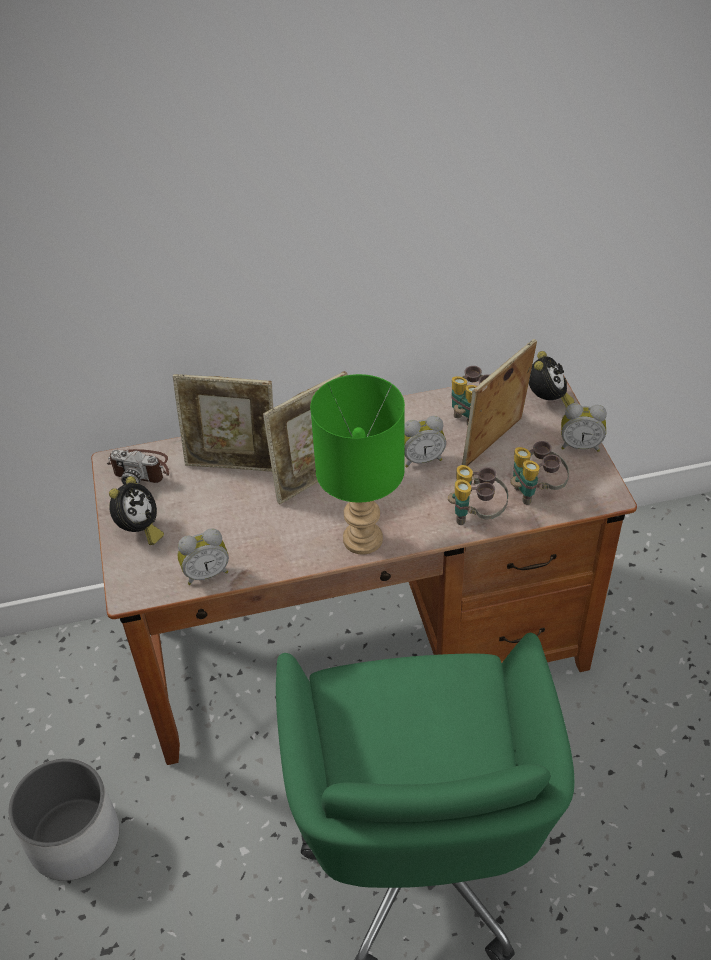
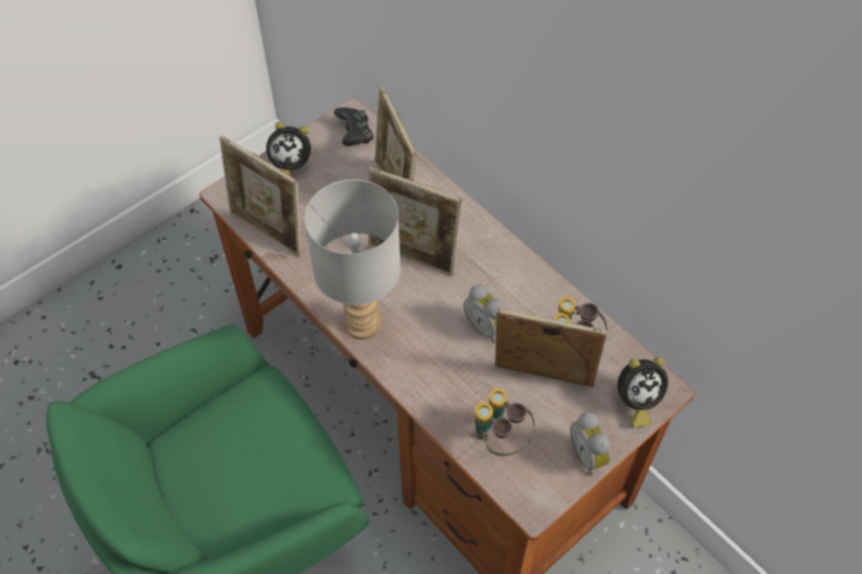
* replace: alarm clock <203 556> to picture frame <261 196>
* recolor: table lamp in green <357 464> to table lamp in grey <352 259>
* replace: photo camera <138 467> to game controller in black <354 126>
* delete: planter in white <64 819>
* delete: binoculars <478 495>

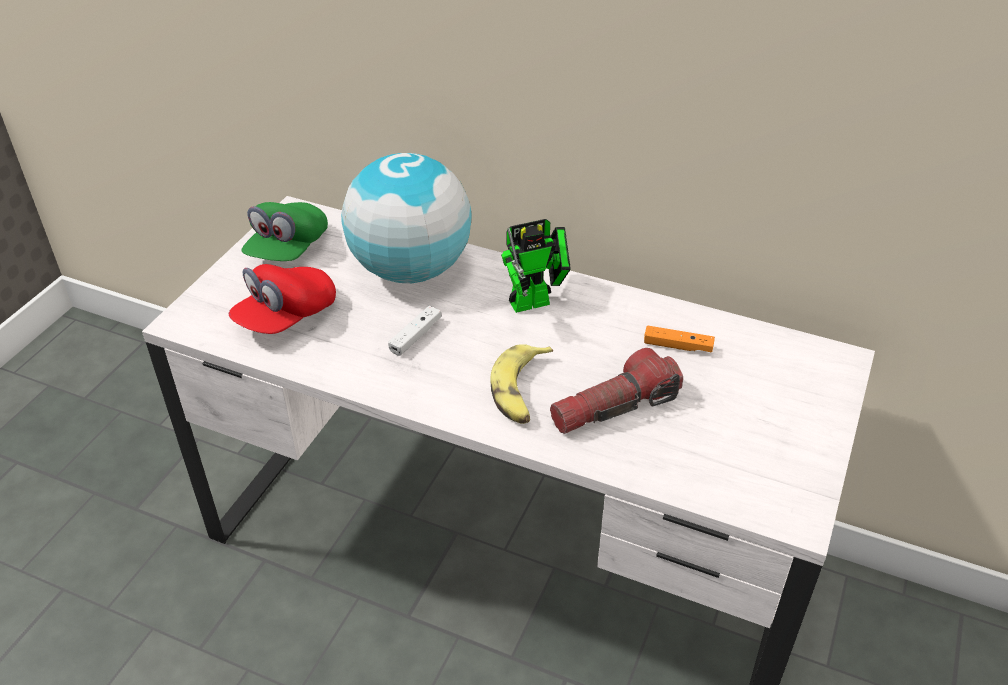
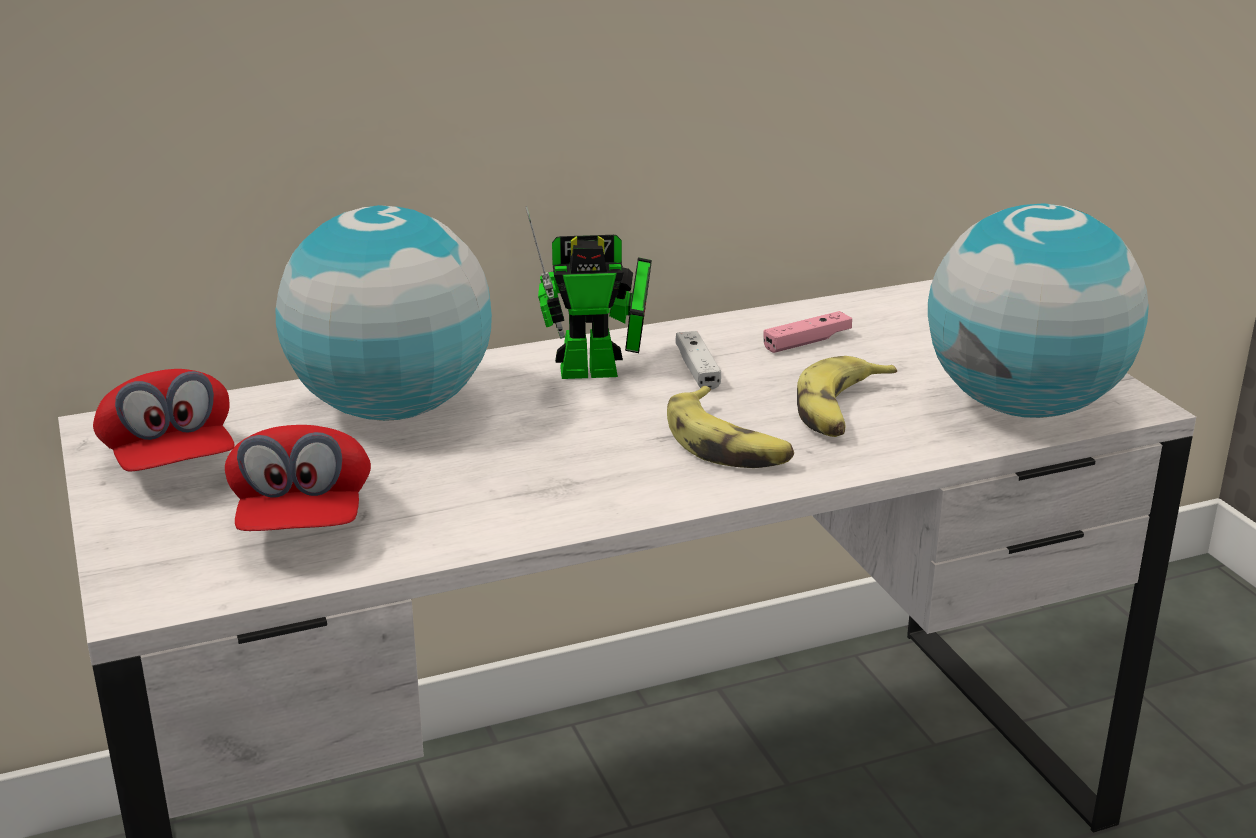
* recolor: cap in green <285 231> to cap in red <164 420>
* rotate: toy robot <536 266> = <588 292> 60 degrees clockwise
* move: game controller in white <415 331> to <698 360>
* recolor: game controller in orange <679 338> to game controller in pink <807 332>
* replace: flashlight <616 391> to banana <847 396>
* insert: globe <1038 310>

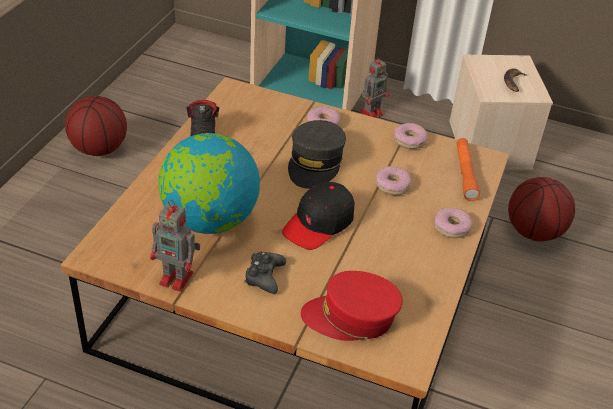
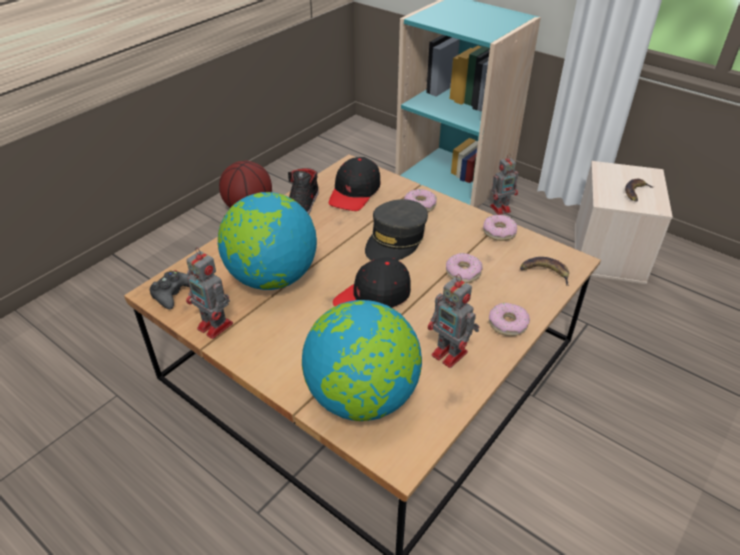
* move: game controller in black <265 272> to <170 289>
* replace: cap in red <352 306> to globe <362 360>
* insert: cap in black <354 184>
* insert: toy robot <453 321>
* replace: flashlight in orange <468 169> to banana <544 271>
* delete: basketball <541 209>

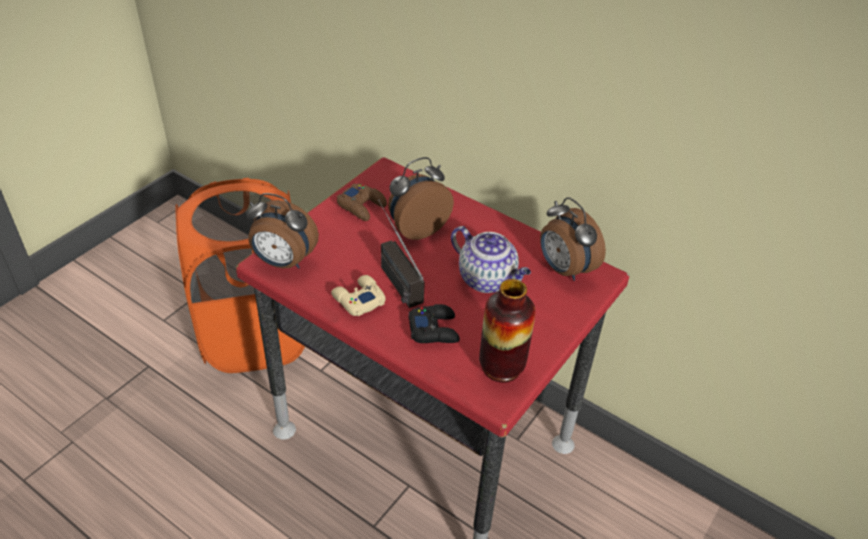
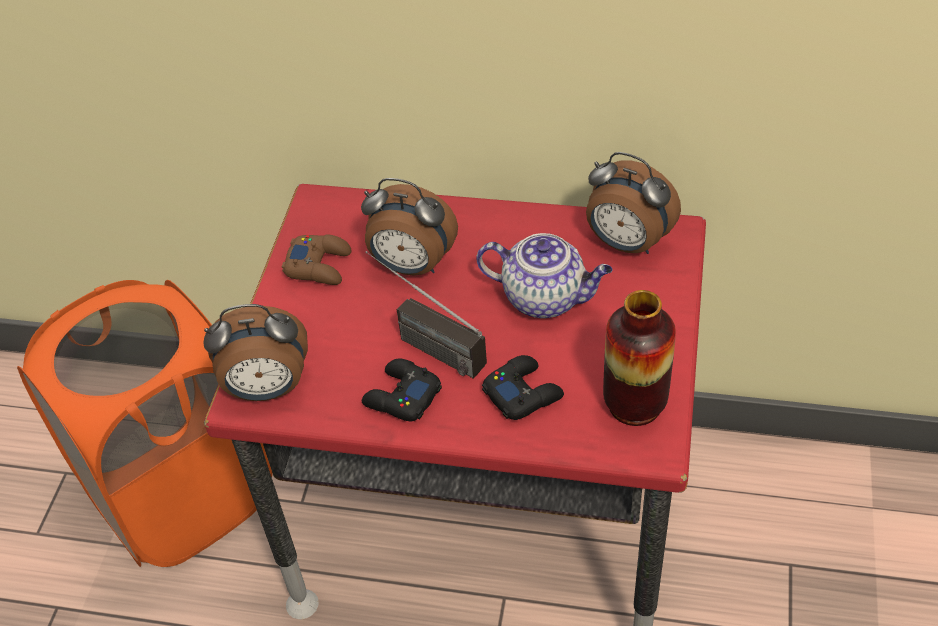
* rotate: alarm clock <421 198> = <409 227> 105 degrees counterclockwise
* recolor: game controller in beige <358 295> to game controller in black <402 390>

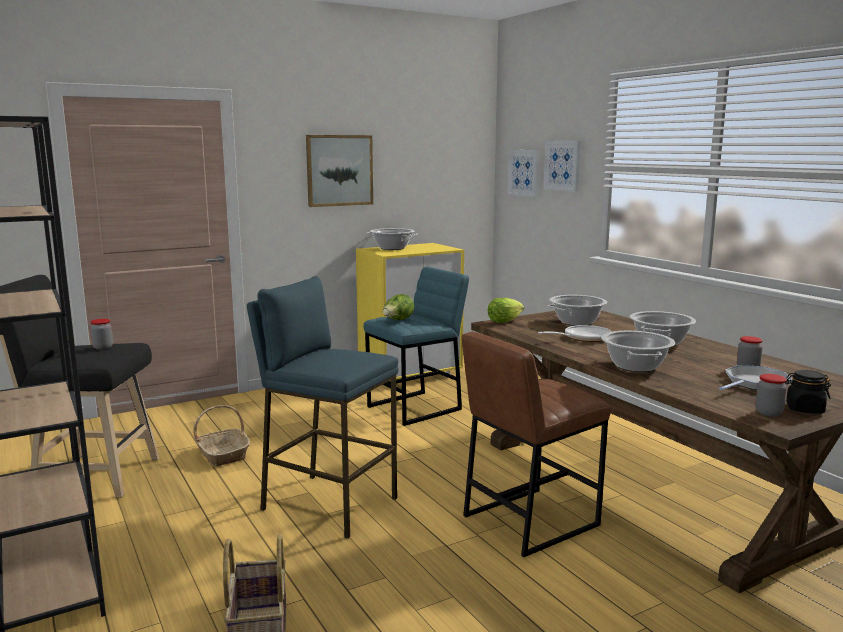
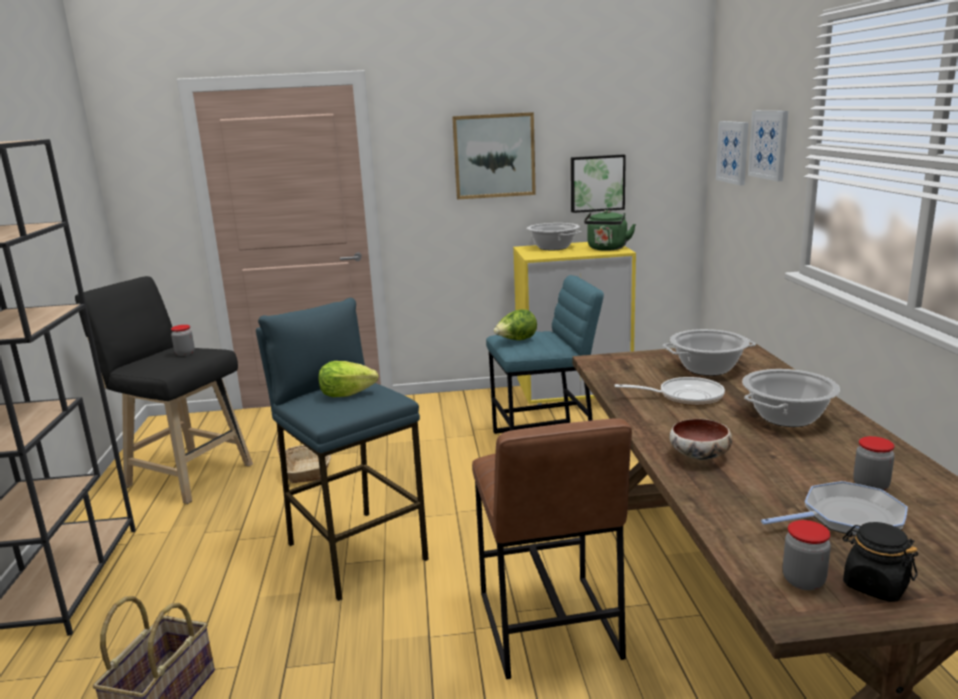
* move: lettuce <505 310> to <348 379>
* rotate: chair in brown <536 444> = <552 548> 90 degrees counterclockwise
* insert: picture <598 183>
* insert: kettle in green <610 230>
* replace: cooking pot <638 351> to bowl <701 439>

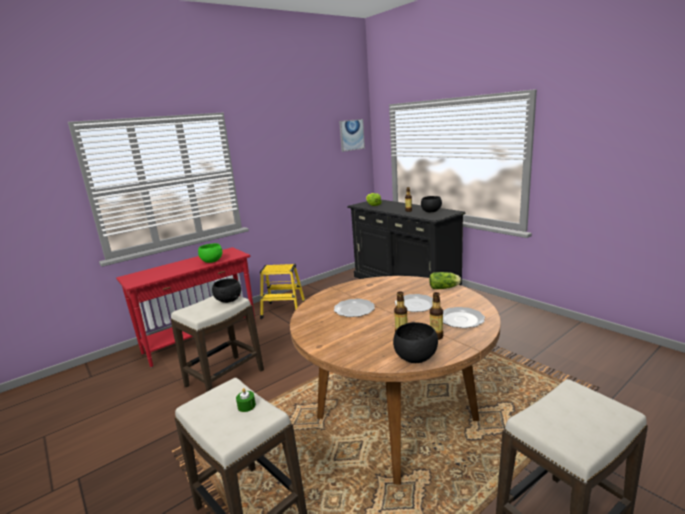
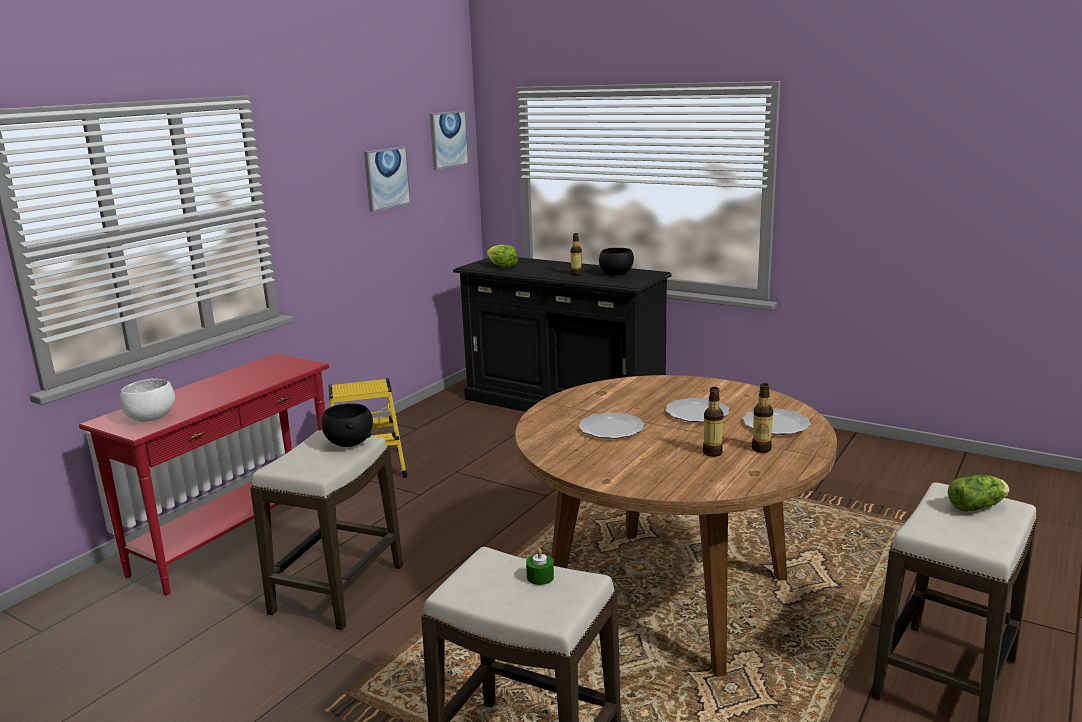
* insert: bowl in white <147 400>
* insert: picture <387 179>
* move: lettuce <445 280> to <978 493>
* delete: bowl in green <210 253>
* delete: bowl in black <415 342>

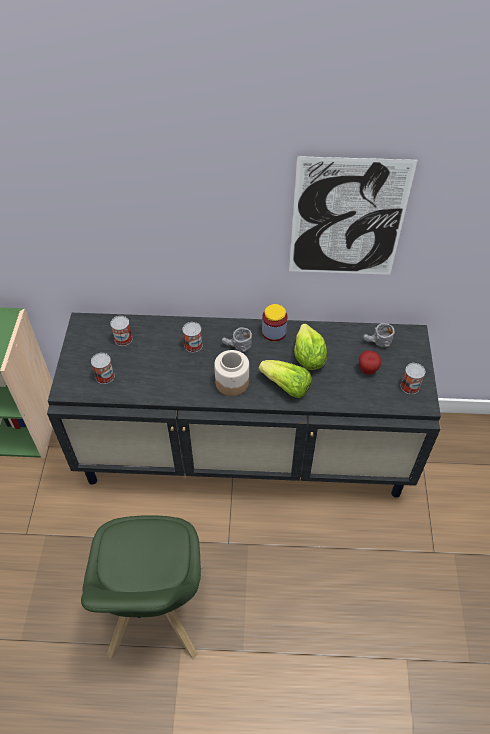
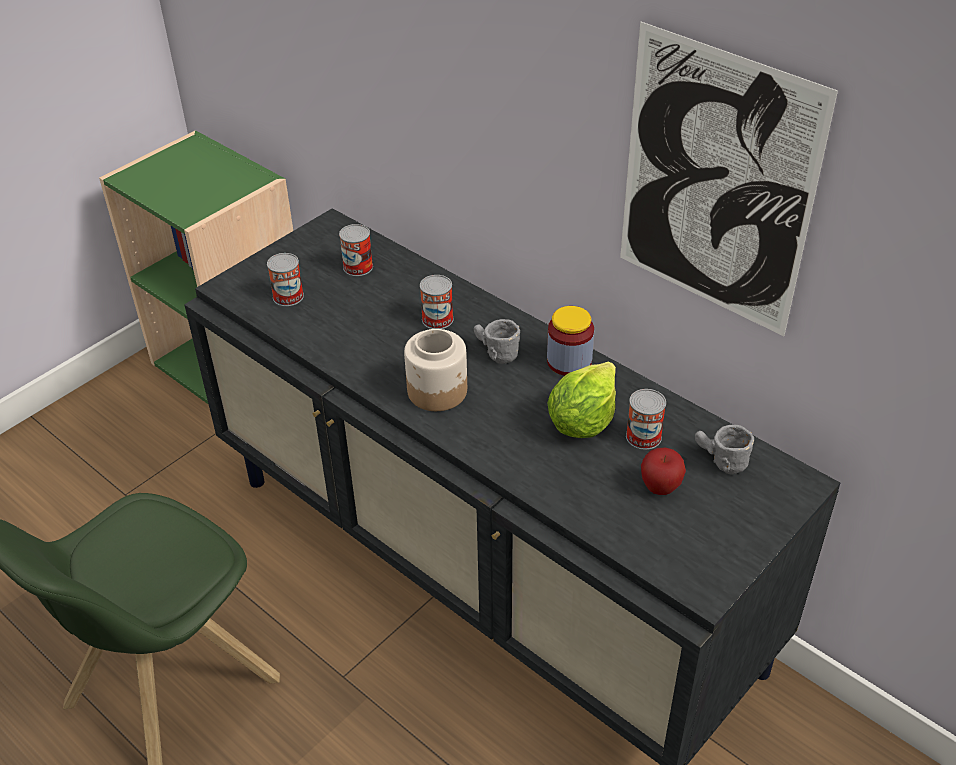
* move: can <413 378> to <646 419>
* delete: lettuce <285 379>

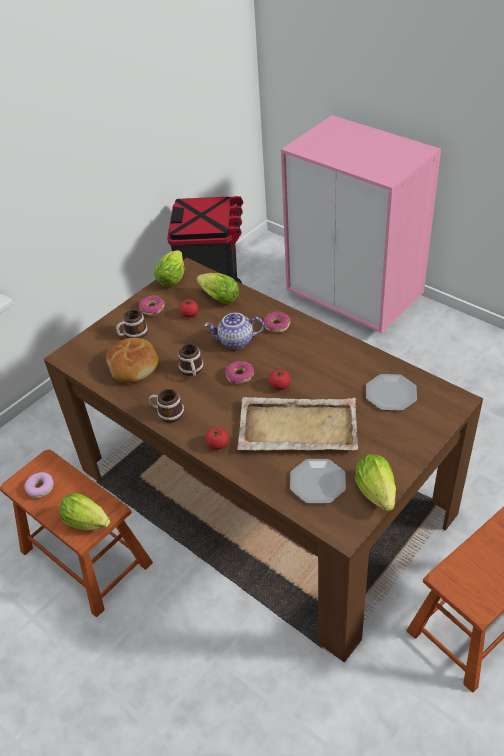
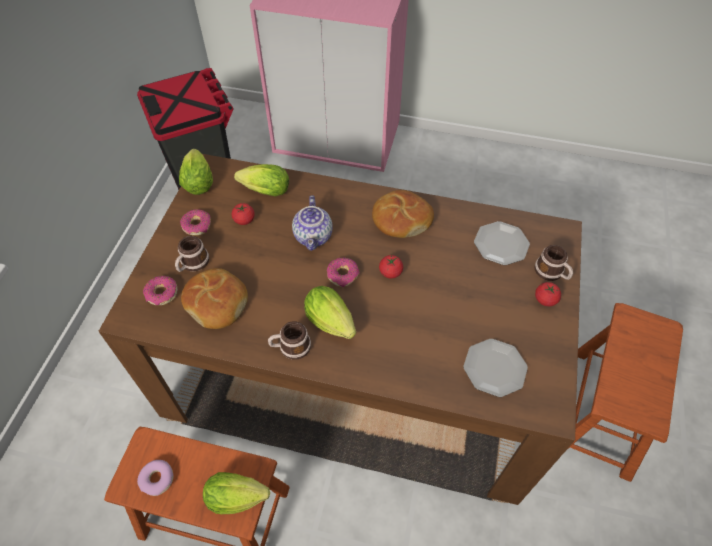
* move: donut <276 322> to <160 290>
* rotate: teapot <234 331> = <312 223> 60 degrees counterclockwise
* move: lettuce <375 482> to <330 312>
* insert: bread <403 214>
* move: mug <191 360> to <554 263>
* move: tomato <217 438> to <548 294>
* delete: tray in beige <297 424>

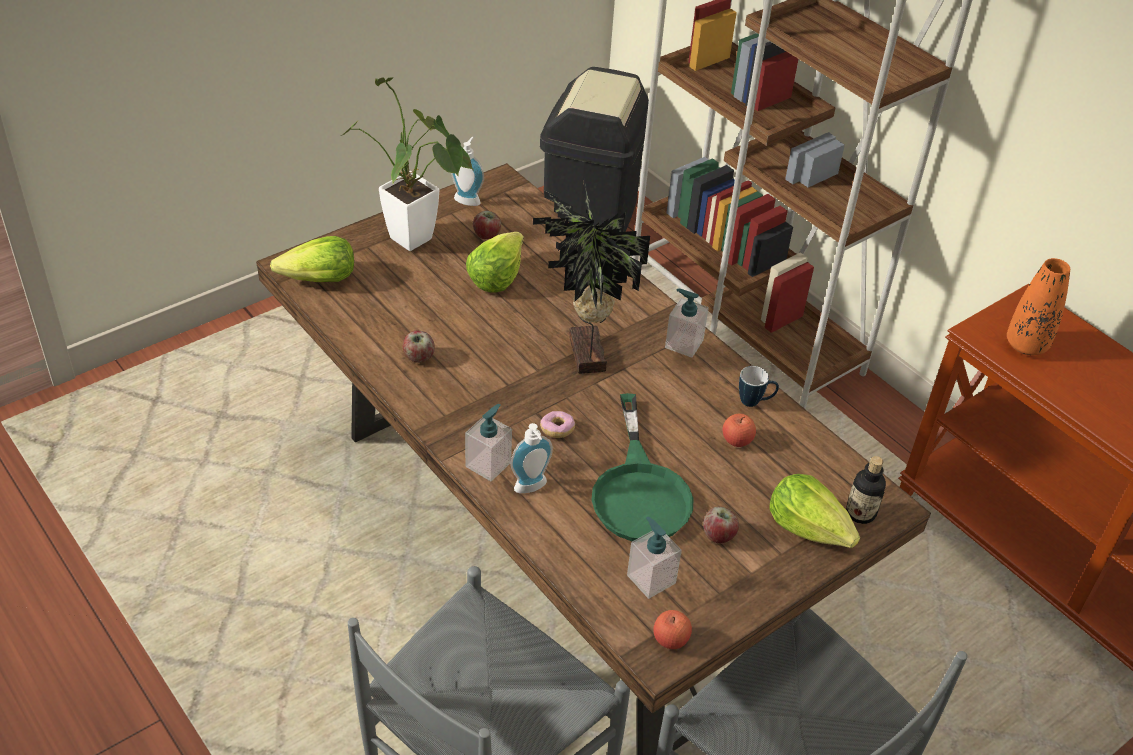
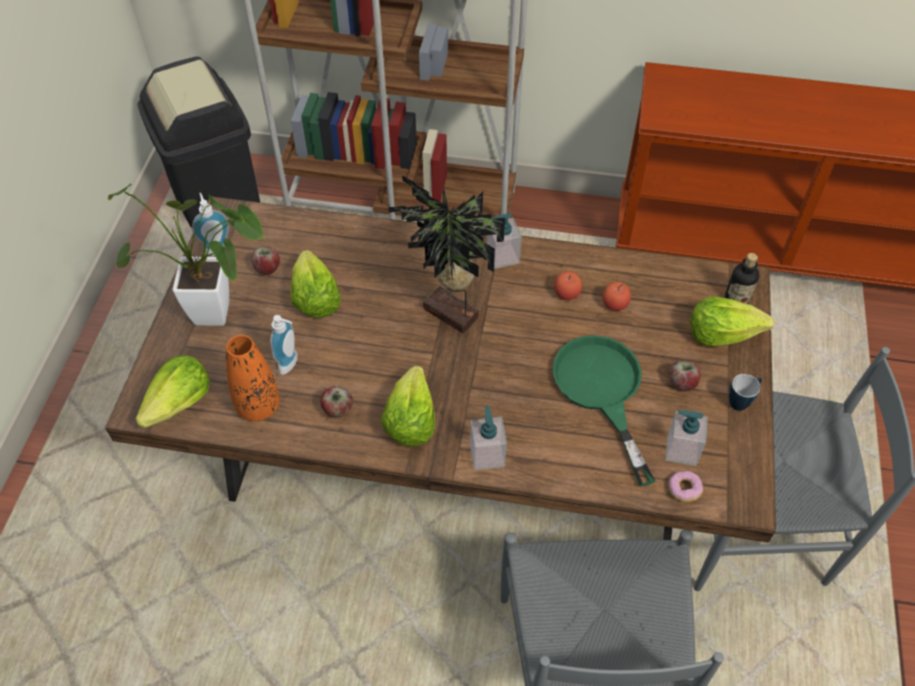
* move: vase in orange <1038 306> to <253 378>
* move: soap dispenser <532 458> to <284 345>
* insert: lettuce <408 406>
* rotate: frying pan in green <642 467> = <604 410> 150 degrees counterclockwise
* move: apple <672 629> to <568 285>
* move: donut <557 424> to <686 486>
* move: mug <759 386> to <745 392>

